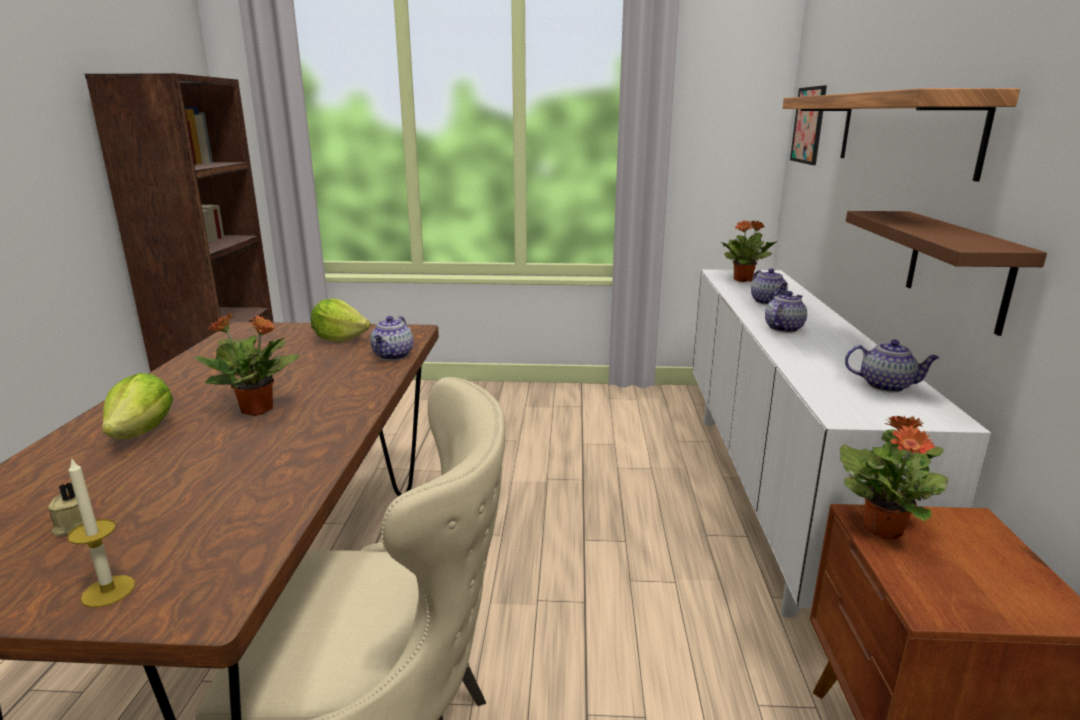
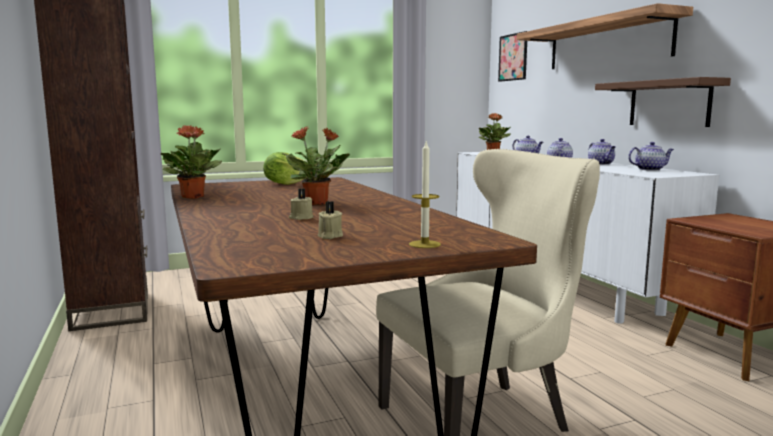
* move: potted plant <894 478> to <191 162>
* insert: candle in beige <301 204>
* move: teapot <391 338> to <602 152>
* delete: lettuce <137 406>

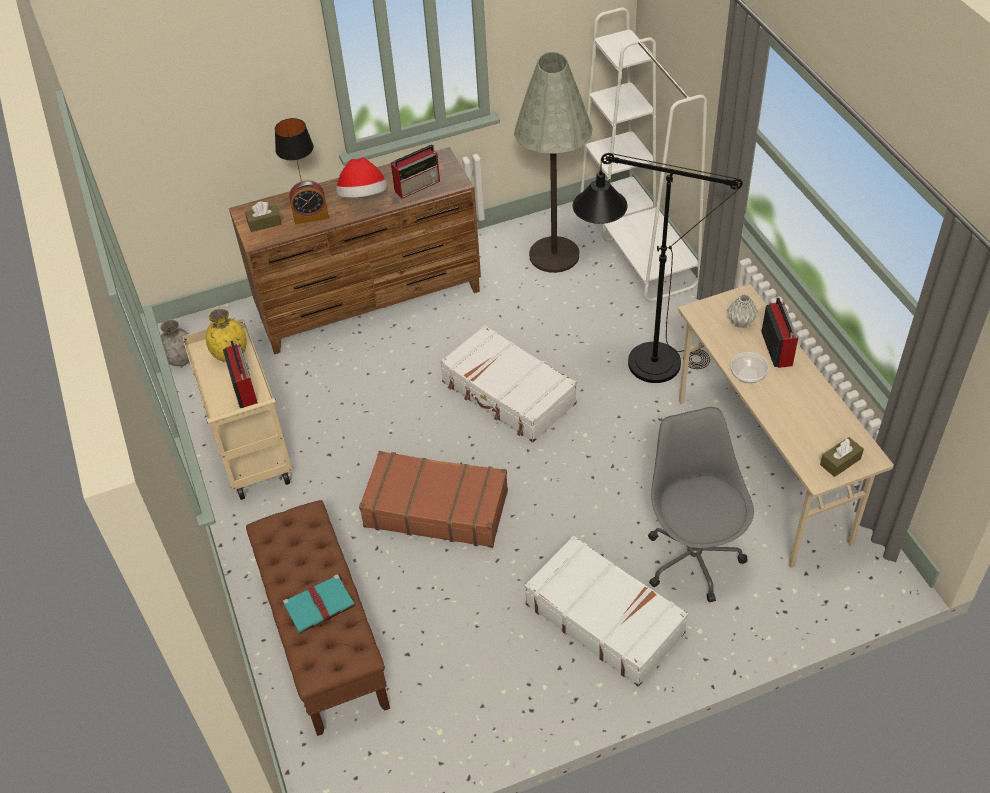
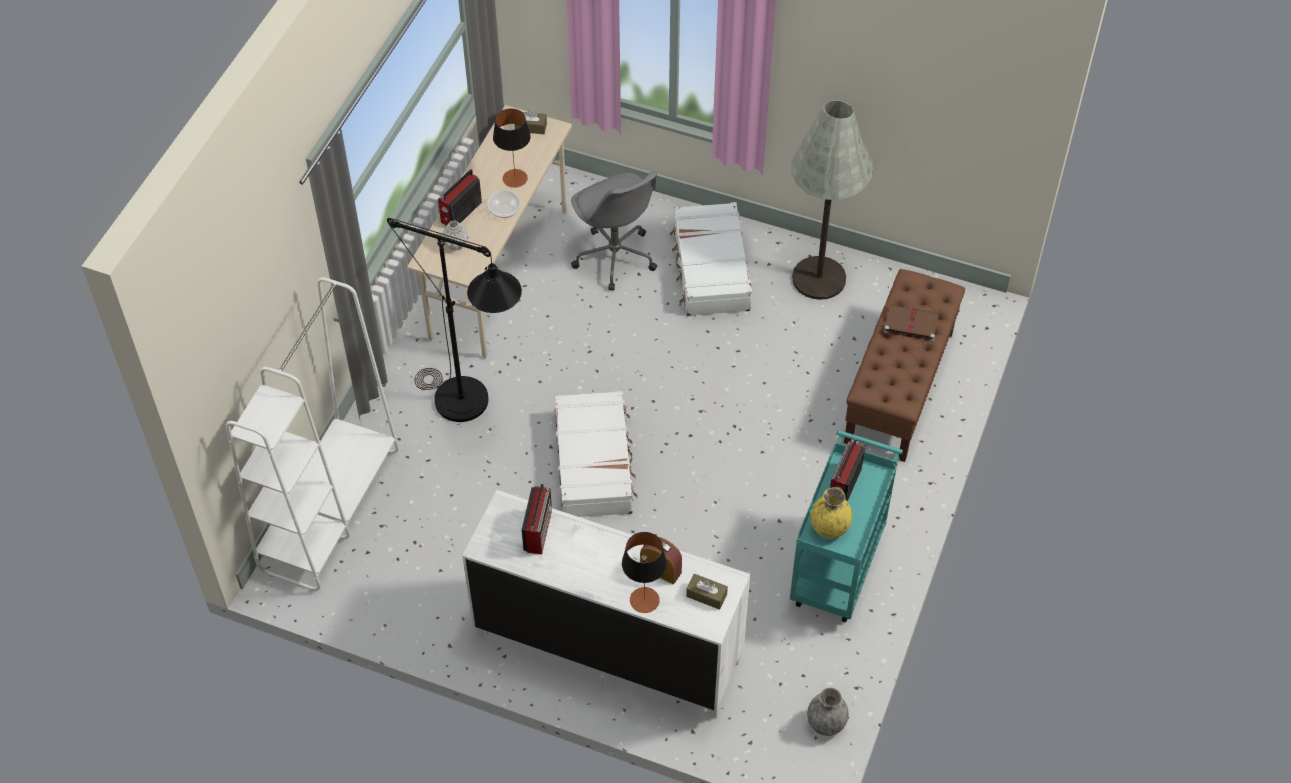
* recolor: dresser in brown <355 250> to dresser in white <606 604>
* insert: table lamp <512 148>
* rotate: radio <415 171> = <537 519> 90 degrees clockwise
* rotate: office chair in grey <701 504> = <614 231> 60 degrees counterclockwise
* recolor: cart in beige <237 409> to cart in turquoise <846 526>
* move: floor lamp in grey <553 162> to <832 200>
* recolor: book in turquoise <319 604> to book in brown <910 323>
* delete: hat <362 178>
* delete: suitcase in brown <433 499>

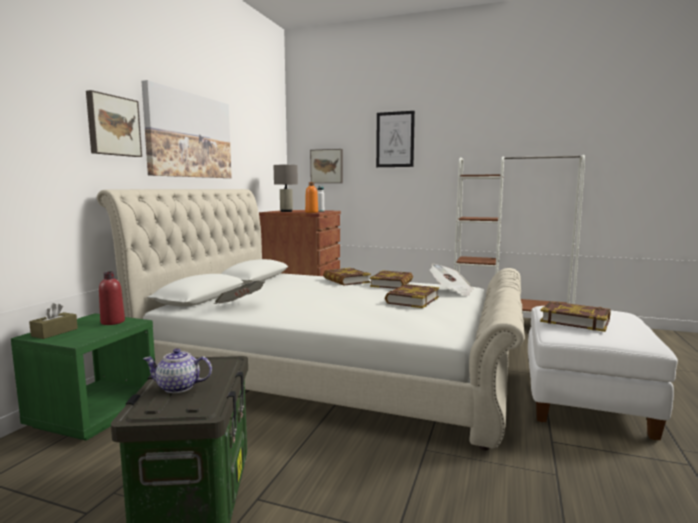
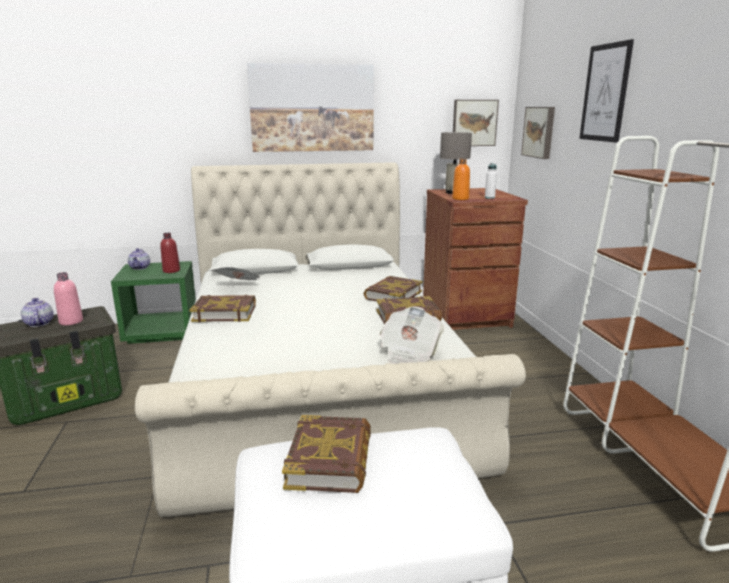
* insert: bottle in pink <68 298>
* replace: tissue box in brown <53 321> to teapot <139 259>
* move: book <412 296> to <222 308>
* move: picture <114 123> to <476 123>

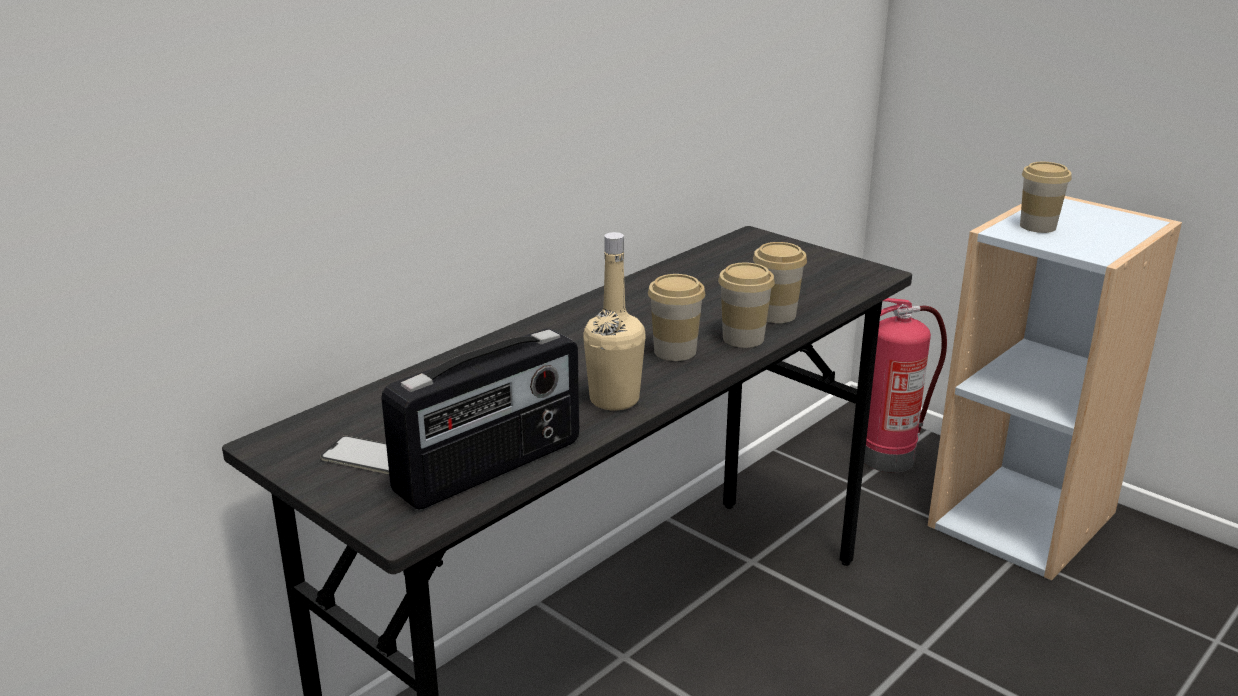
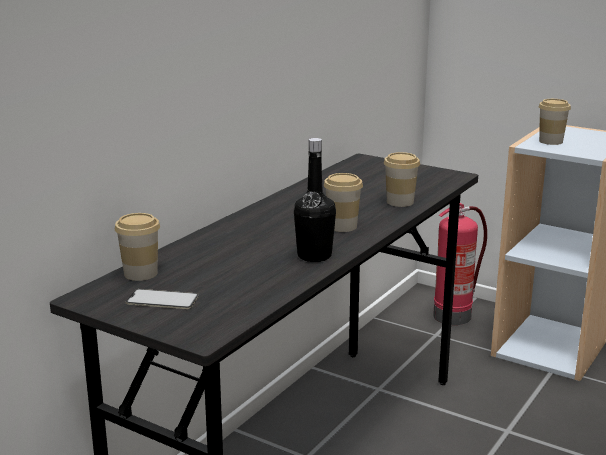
* move: cup <746 305> to <137 247>
* recolor: bottle in beige <614 321> to bottle in black <315 200>
* delete: radio <480 419>

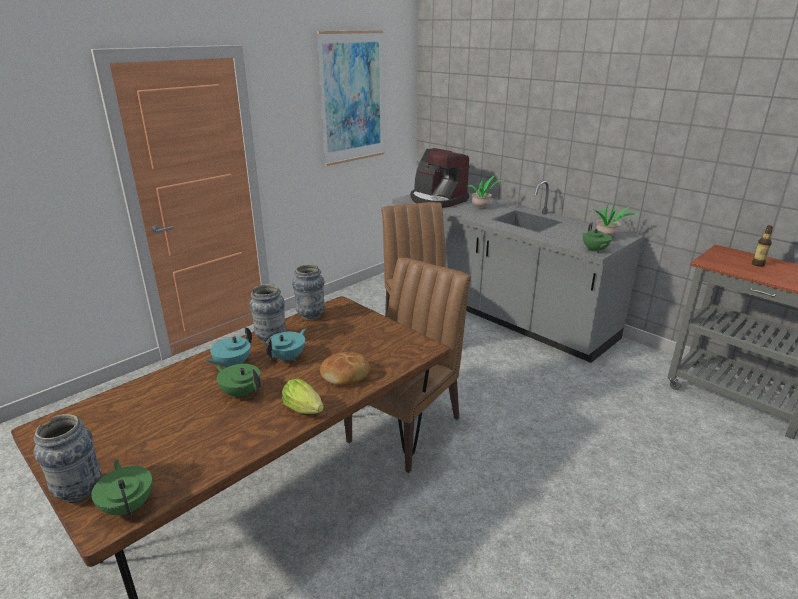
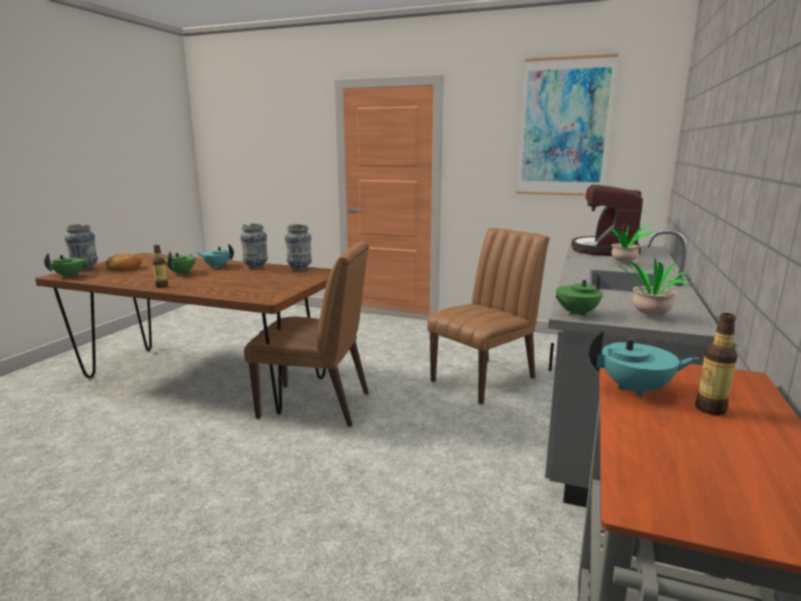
* move: bread <345 369> to <123 262>
* replace: lettuce <303 396> to bottle <160 266>
* move: teapot in turquoise <286 345> to <643 364>

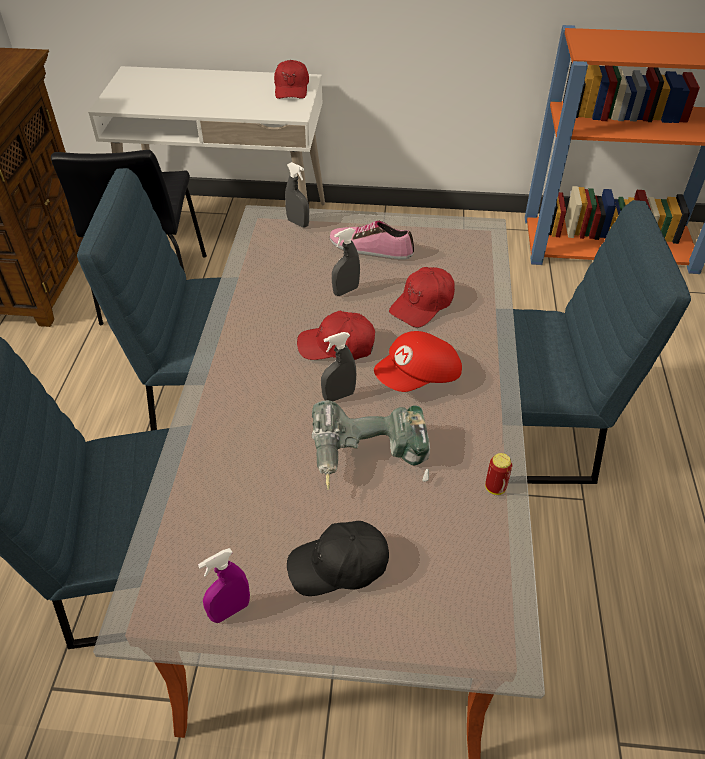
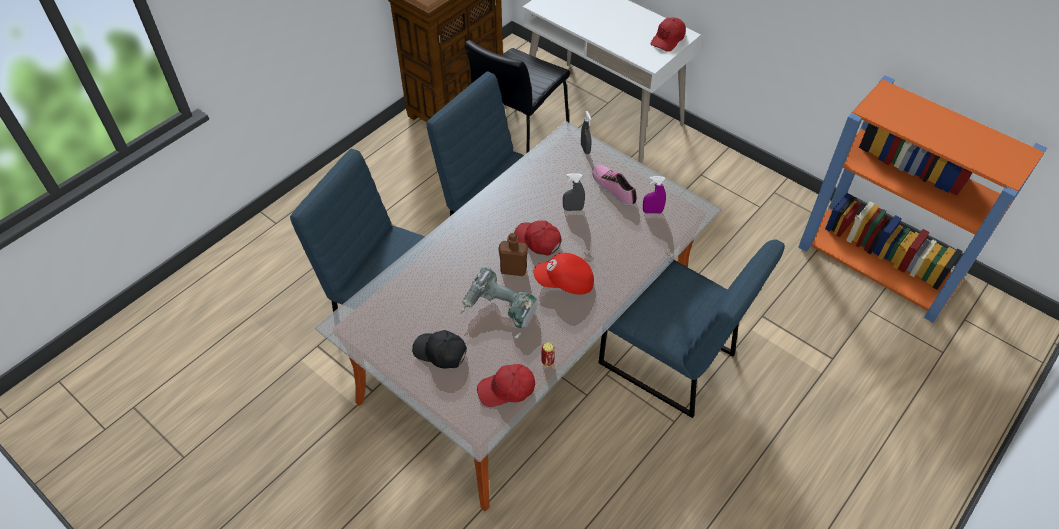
* move: cap in red <422 297> to <506 385>
* replace: spray bottle in grey <338 366> to bottle in brown <513 254>
* move: spray bottle in purple <224 585> to <654 195>

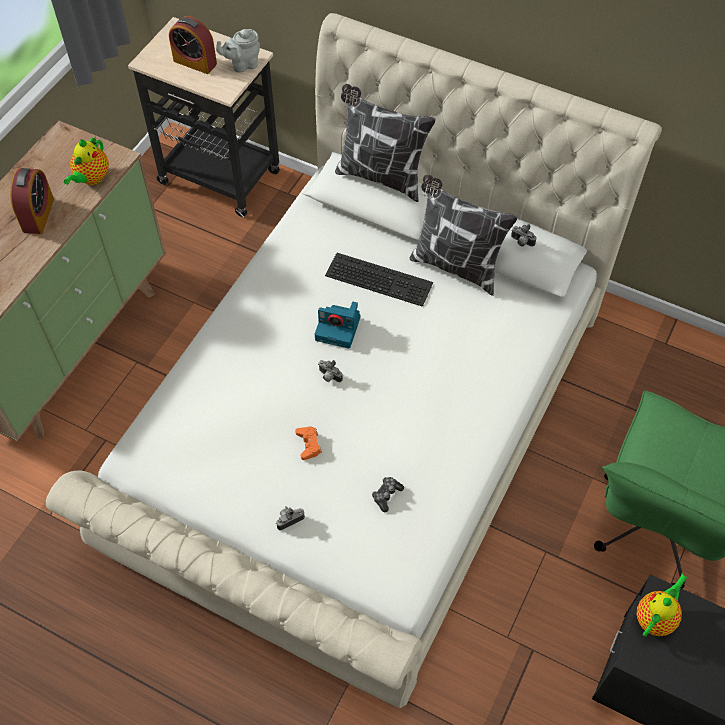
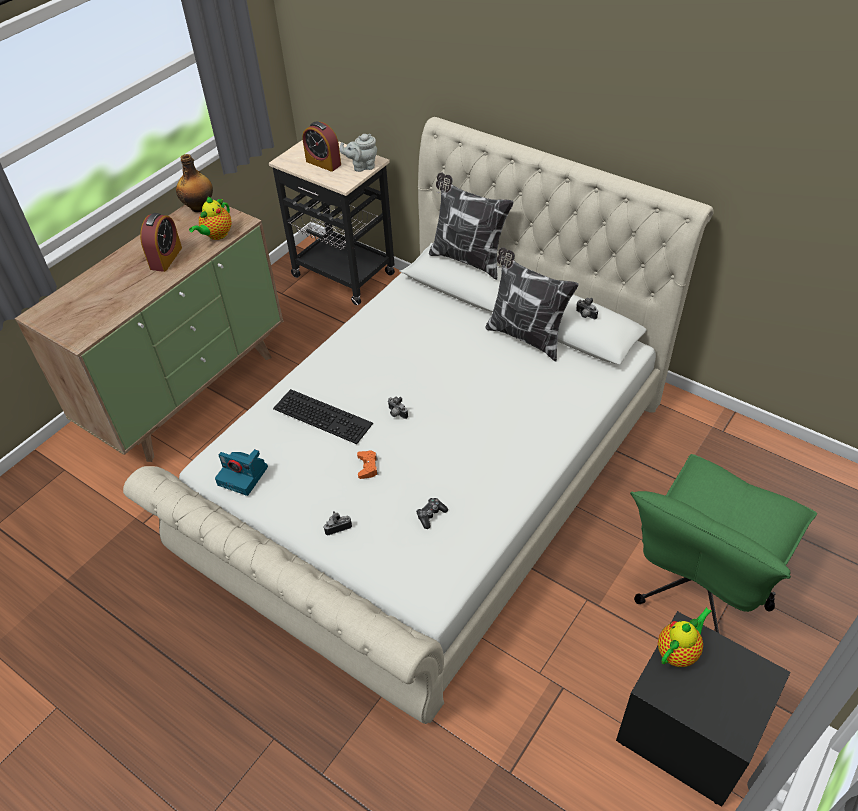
* insert: bottle <194 183>
* move: photo camera <337 325> to <241 472>
* move: keyboard <379 280> to <323 416>

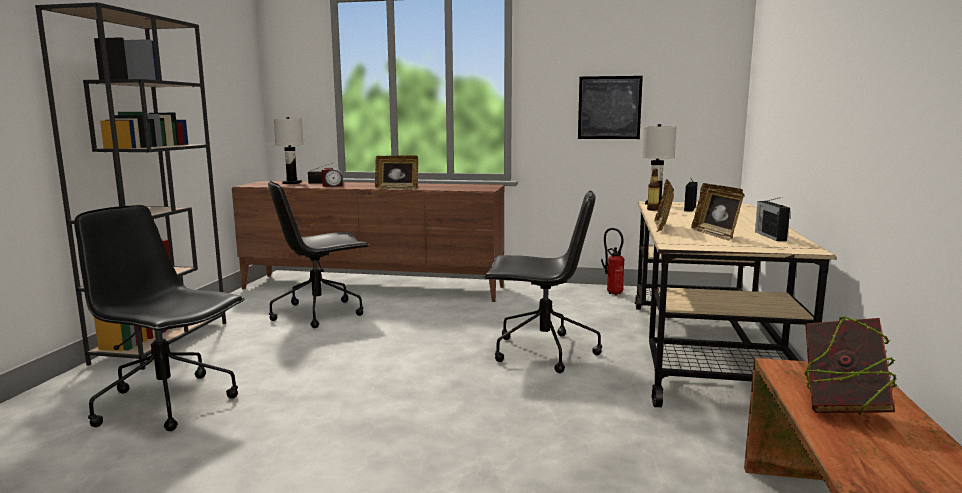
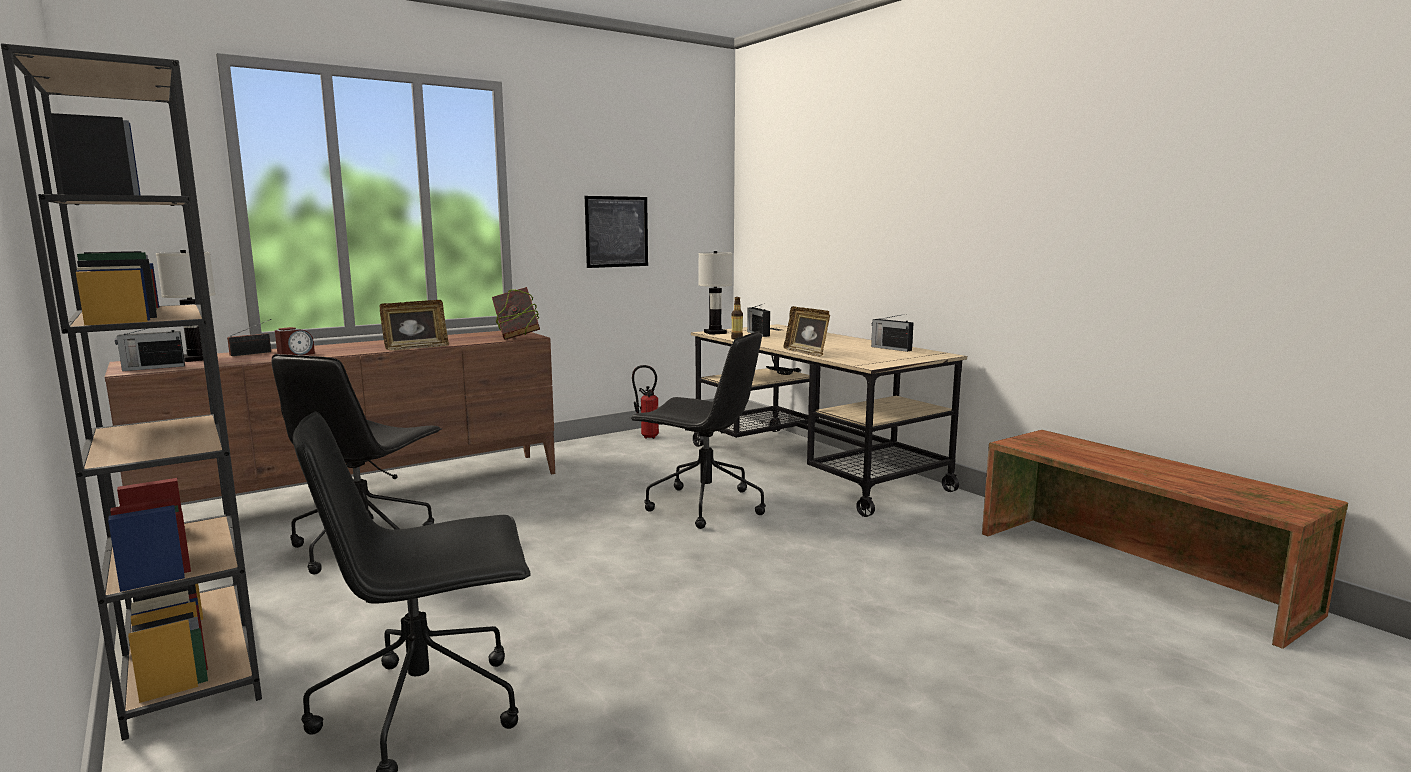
* insert: radio <150 349>
* move: book <851 365> to <516 313>
* rotate: office chair in black <542 282> = <697 430> 60 degrees clockwise
* delete: picture frame <717 212>

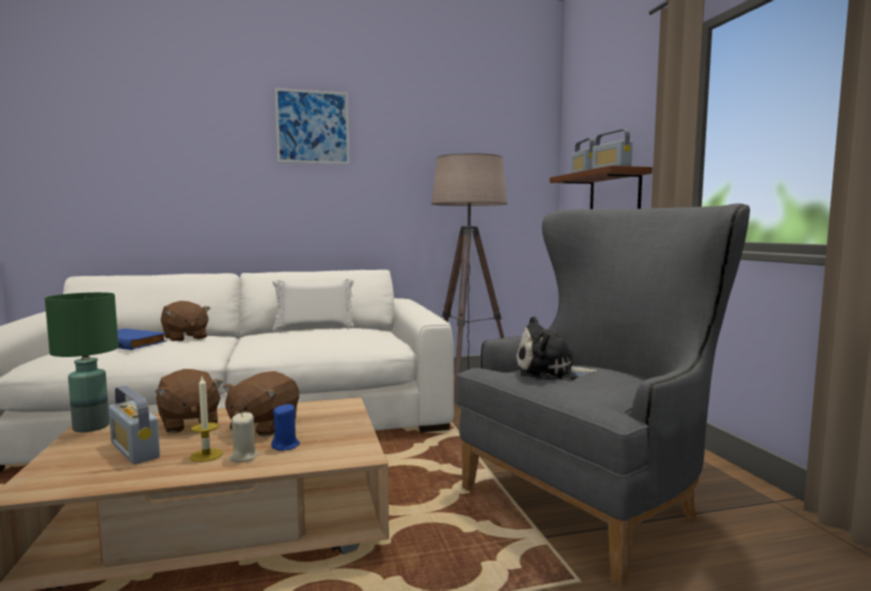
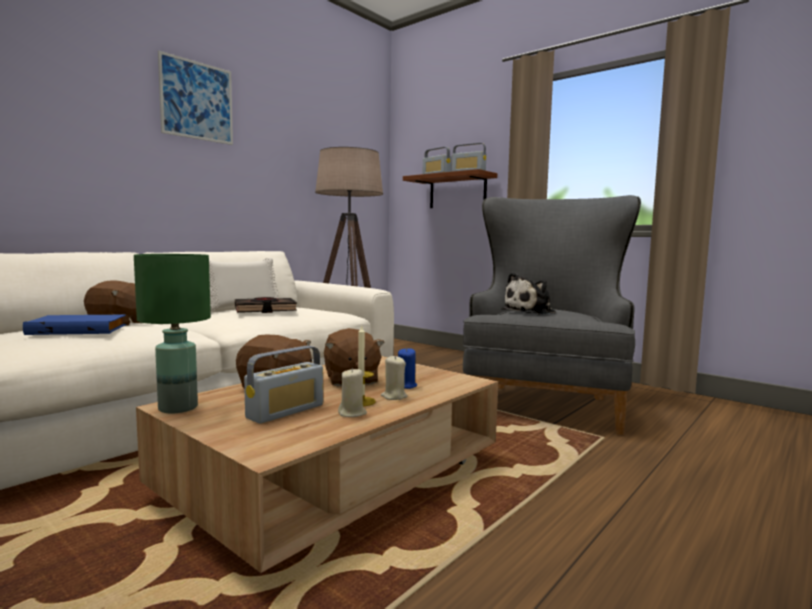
* insert: book in black <266 305>
* rotate: radio <134 425> = <283 385> 60 degrees counterclockwise
* insert: candle in beige <352 392>

